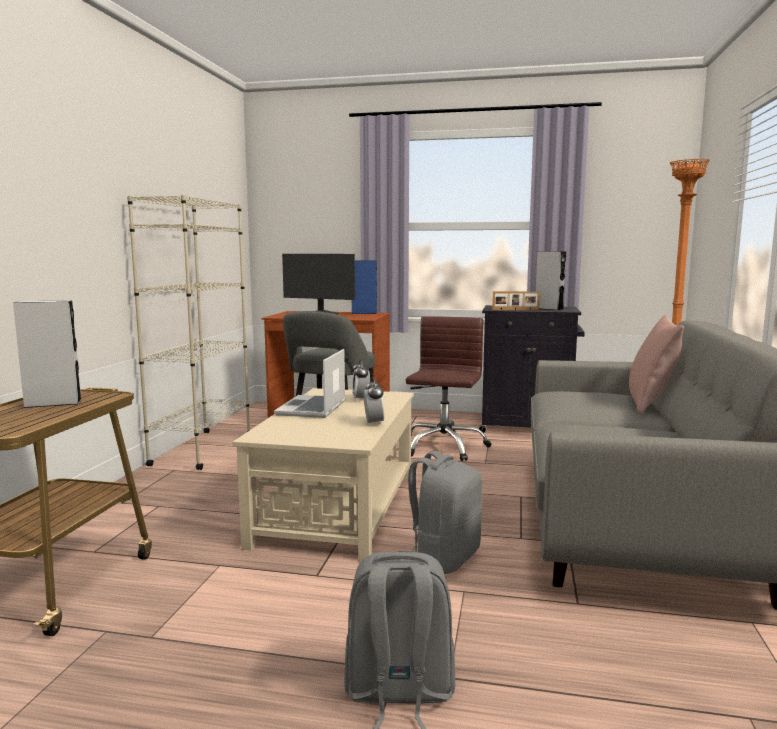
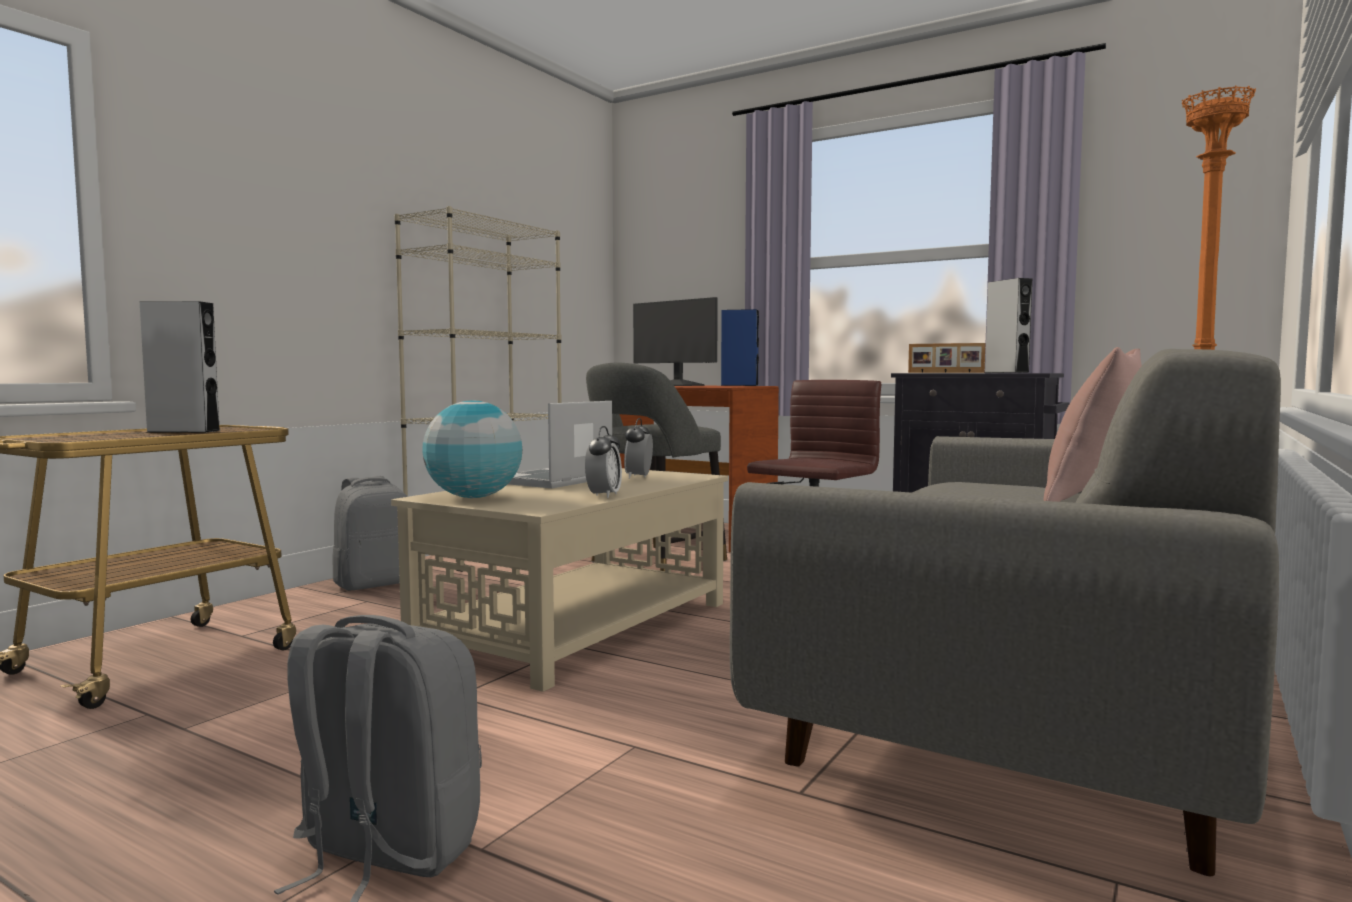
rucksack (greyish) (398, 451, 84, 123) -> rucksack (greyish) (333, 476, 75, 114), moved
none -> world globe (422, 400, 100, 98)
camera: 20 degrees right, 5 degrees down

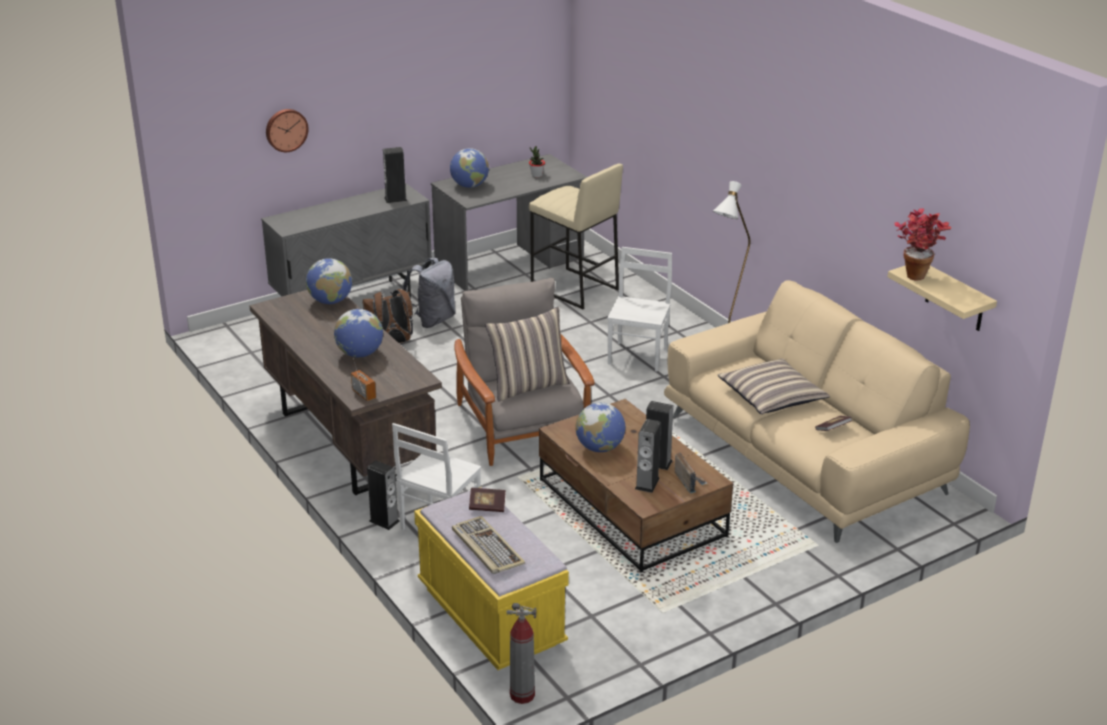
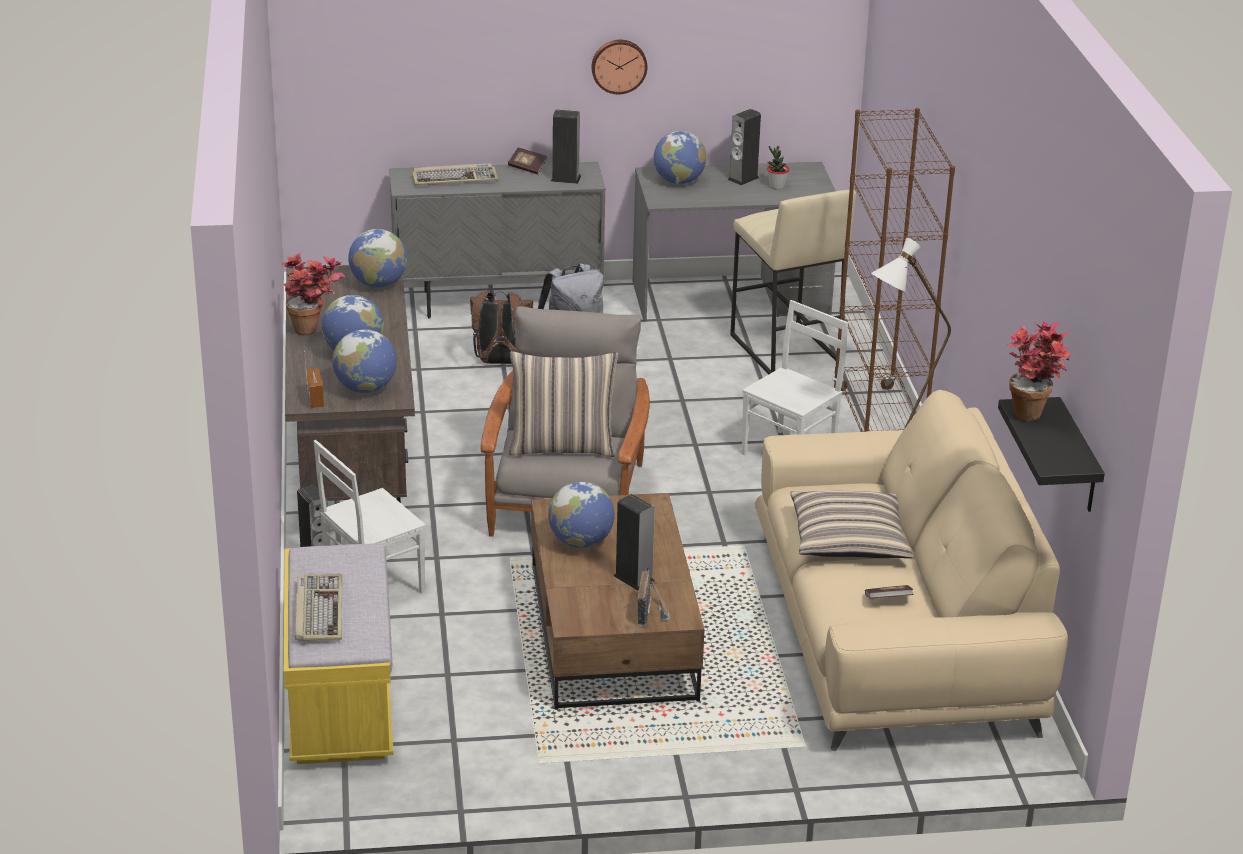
none -> plant in a pot (280, 253, 65, 82)
none -> world globe (332, 329, 65, 64)
none -> keyboard (412, 163, 87, 23)
book (469, 488, 37, 24) -> book (508, 147, 39, 27), moved
hanging clock (266, 109, 42, 43) -> hanging clock (591, 40, 56, 54), moved
loudspeaker (635, 419, 26, 74) -> loudspeaker (728, 109, 33, 76), moved
none -> bookcase (brownish) (832, 108, 123, 324)
shelf (sand-coloured) (887, 266, 110, 65) -> shelf (black) (998, 397, 107, 115)
extinguisher (507, 603, 29, 101) -> none
camera: 25 degrees right, 0 degrees up

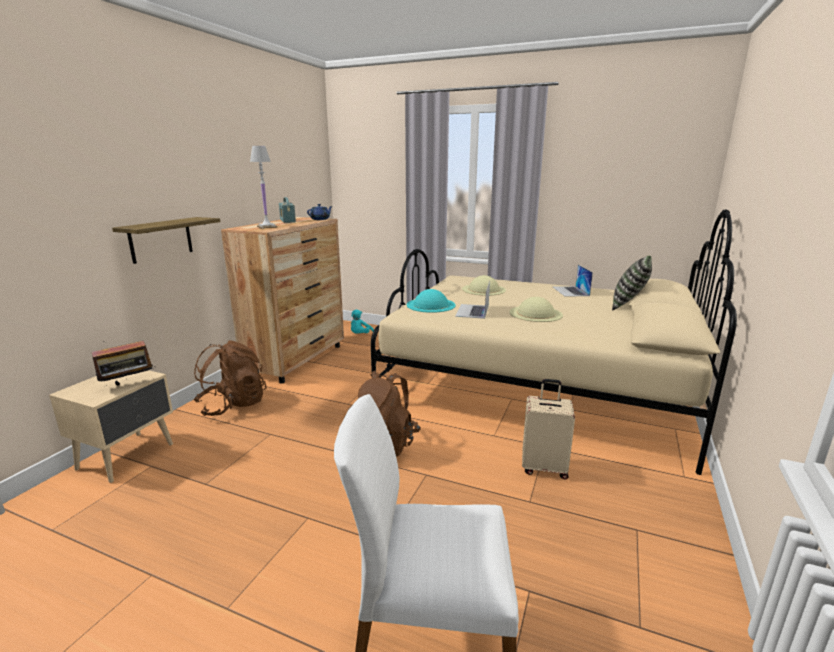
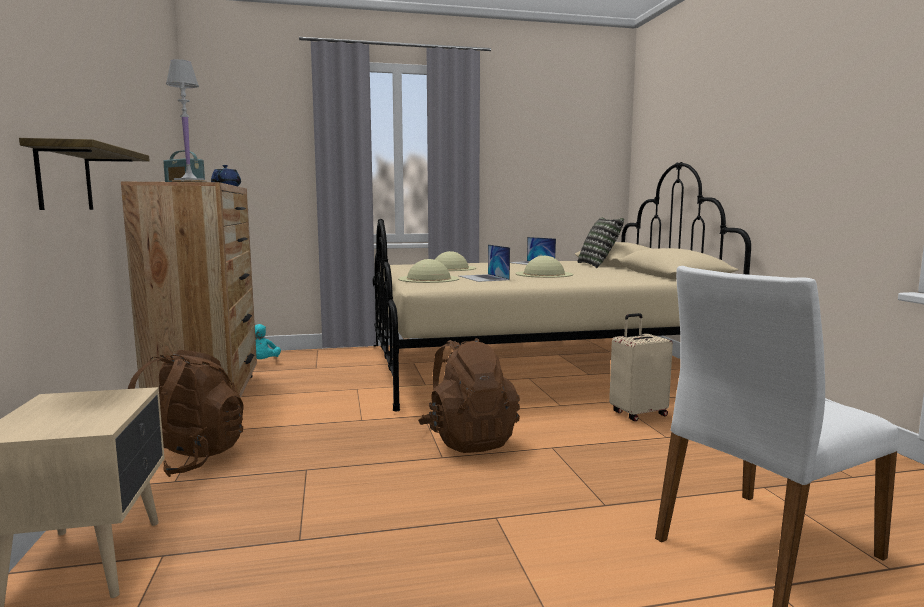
wearable hat (turquoise) (407, 289, 49, 24) -> wearable hat (sand-coloured) (398, 259, 61, 24)
radio set (92, 341, 63, 46) -> none
camera: 35 degrees left, 10 degrees down

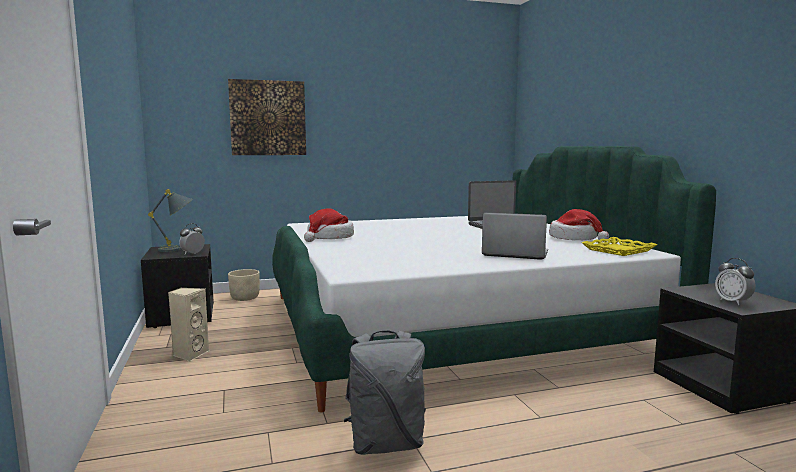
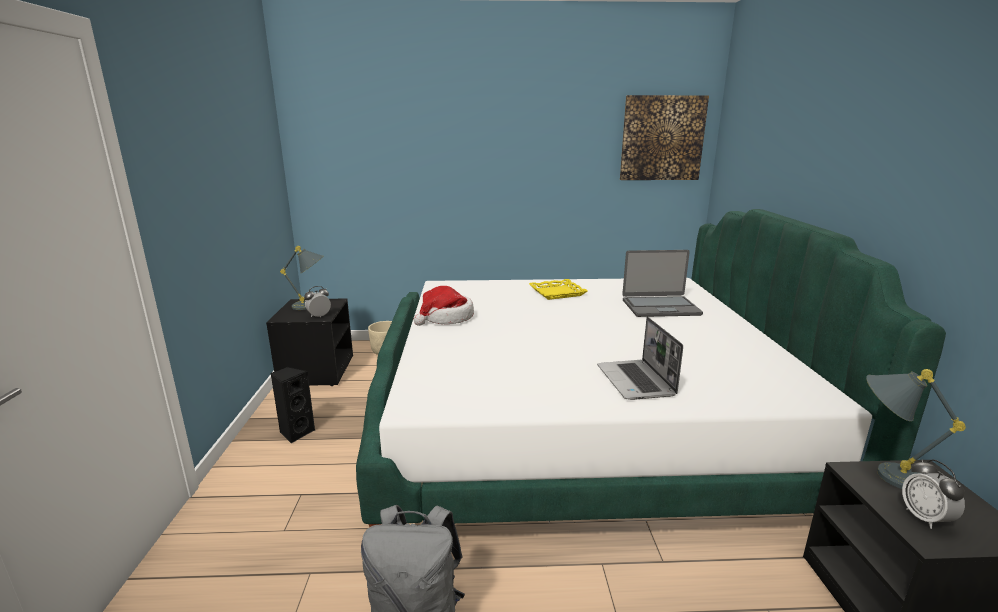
loudspeaker (sand-coloured) (168, 287, 41, 75) -> loudspeaker (black) (270, 366, 45, 77)
tray (yellow) (582, 237, 76, 19) -> tray (yellow) (529, 279, 59, 21), moved
laptop (482, 212, 66, 48) -> laptop (597, 317, 86, 83), 135 degrees counterclockwise
wall art (228, 79, 78, 76) -> wall art (620, 95, 89, 85), moved
none -> table lamp (greyish) (866, 369, 100, 120)
wearable hat (549, 209, 60, 33) -> none
camera: 15 degrees right, 10 degrees up

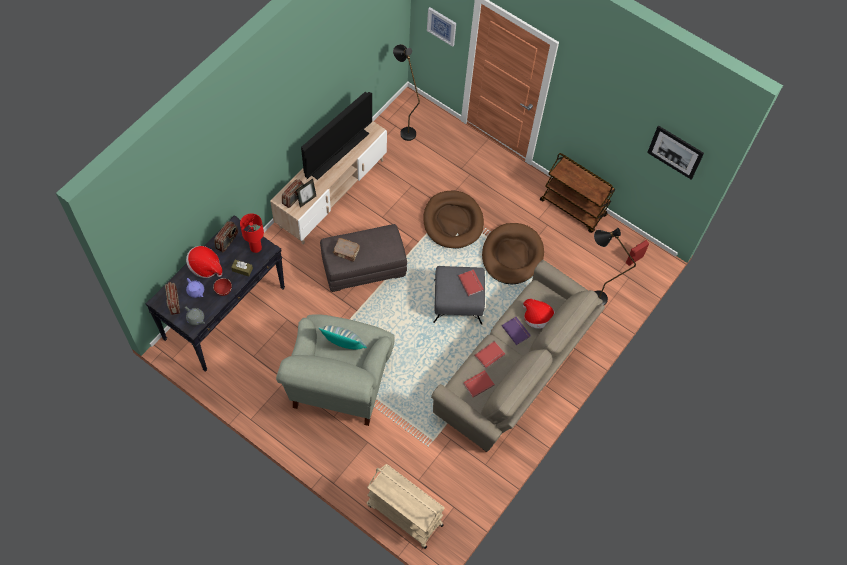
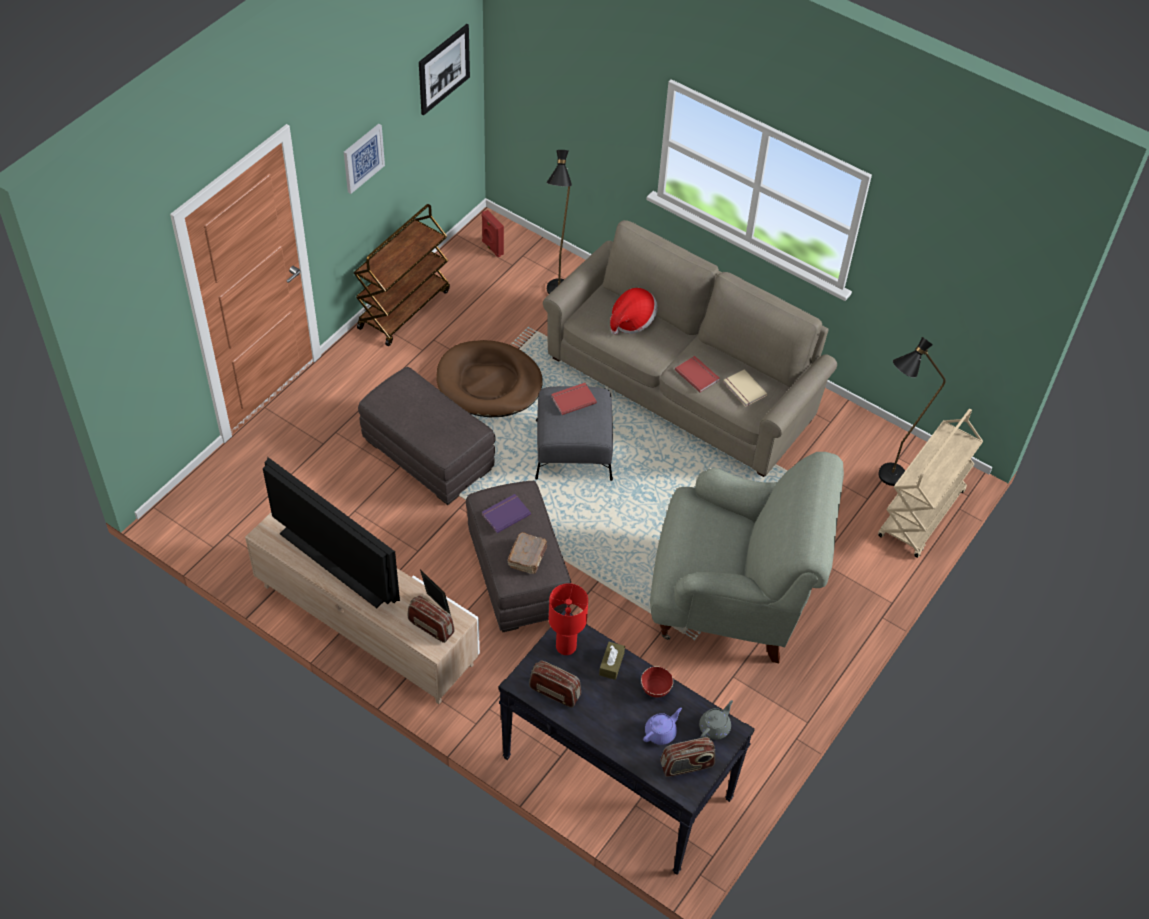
wall art (427, 7, 29, 40) -> wall art (344, 124, 41, 70), moved
dog bed (brownish) (423, 191, 61, 58) -> pouffe (greyish) (358, 367, 137, 138)
book (purple) (502, 317, 29, 28) -> book (purple) (482, 494, 49, 39), moved
book (red) (463, 370, 32, 27) -> book (sand-coloured) (723, 369, 44, 38)
floor lamp (black) (393, 44, 27, 97) -> floor lamp (black) (878, 337, 68, 149), moved
wearable hat (186, 246, 36, 32) -> none
pillow (319, 326, 48, 24) -> none
camera: 90 degrees left, 10 degrees down

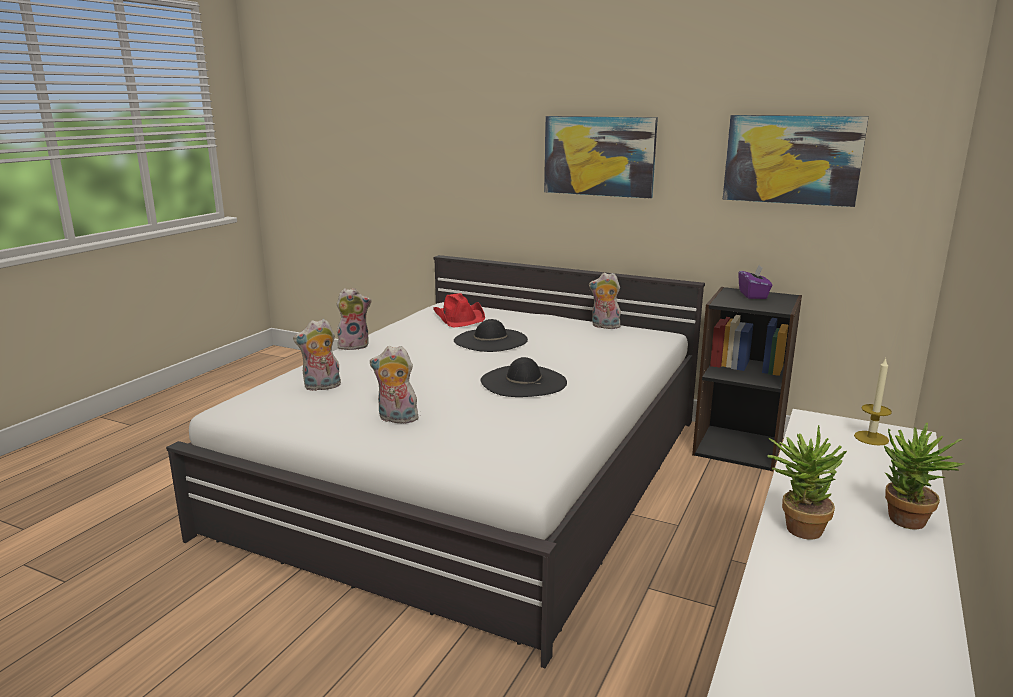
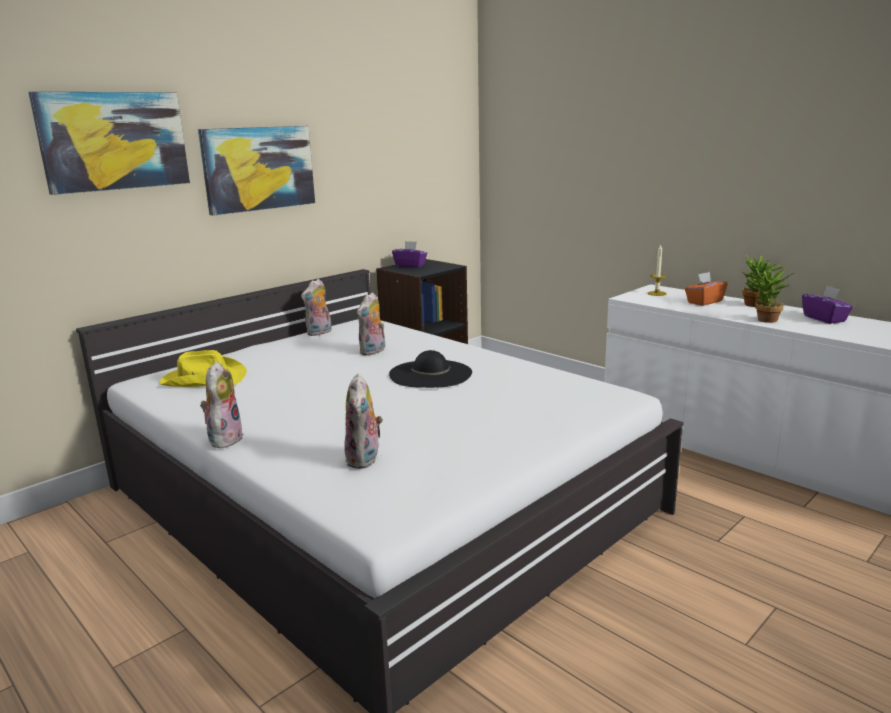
wall art (723, 115, 146, 92) -> wall art (28, 92, 162, 103), moved
wearable hat (red) (433, 293, 52, 35) -> wearable hat (yellow) (160, 350, 87, 37)
soft toy (370, 346, 49, 78) -> soft toy (357, 292, 28, 63), moved
none -> tissue holder (orange) (685, 272, 43, 34)
none -> tissue holder (purple) (802, 286, 51, 38)
wearable hat (black) (454, 319, 74, 33) -> none
camera: 70 degrees left, 0 degrees up

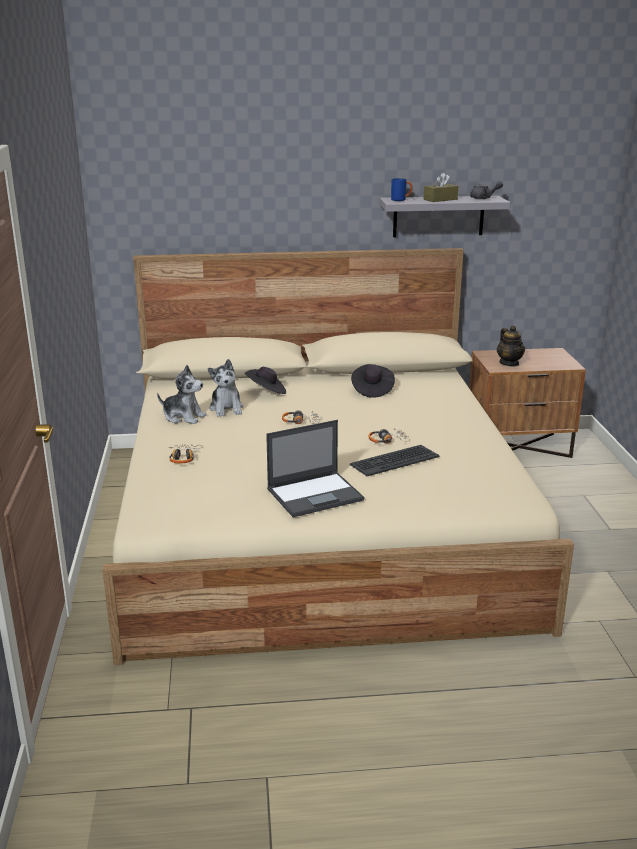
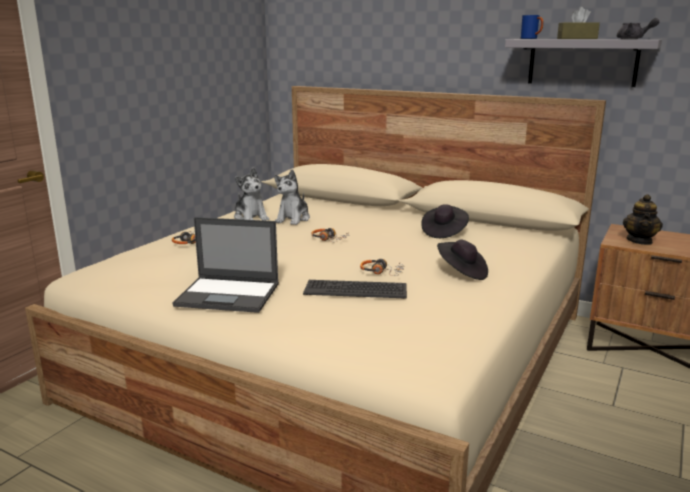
wearable hat (black) (244, 367, 42, 27) -> wearable hat (black) (437, 240, 51, 40), moved
camera: 35 degrees right, 5 degrees down

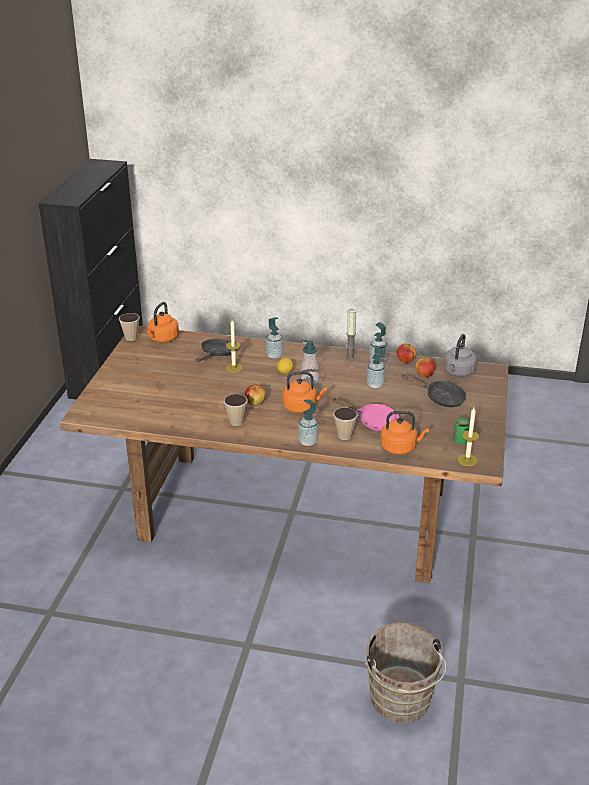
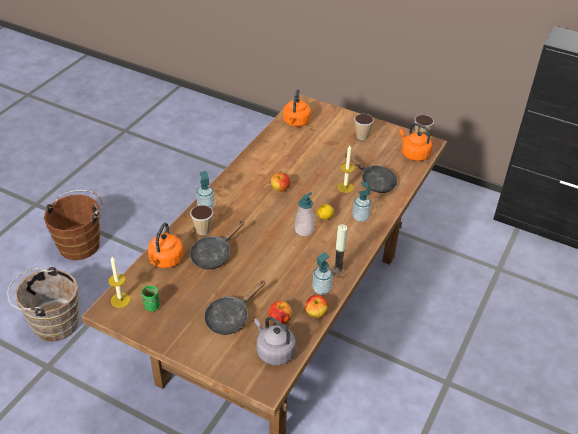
none -> pail (brownish) (44, 190, 58, 70)
pan (pink-coloured) (332, 398, 68, 33) -> pan (black) (190, 220, 54, 49)
kettle (orange) (283, 371, 44, 42) -> kettle (orange) (283, 89, 28, 38), moved
small cup (224, 394, 24, 32) -> small cup (354, 114, 20, 26), moved
liquid soap bottle (367, 345, 18, 43) -> none
camera: 105 degrees right, 10 degrees up

